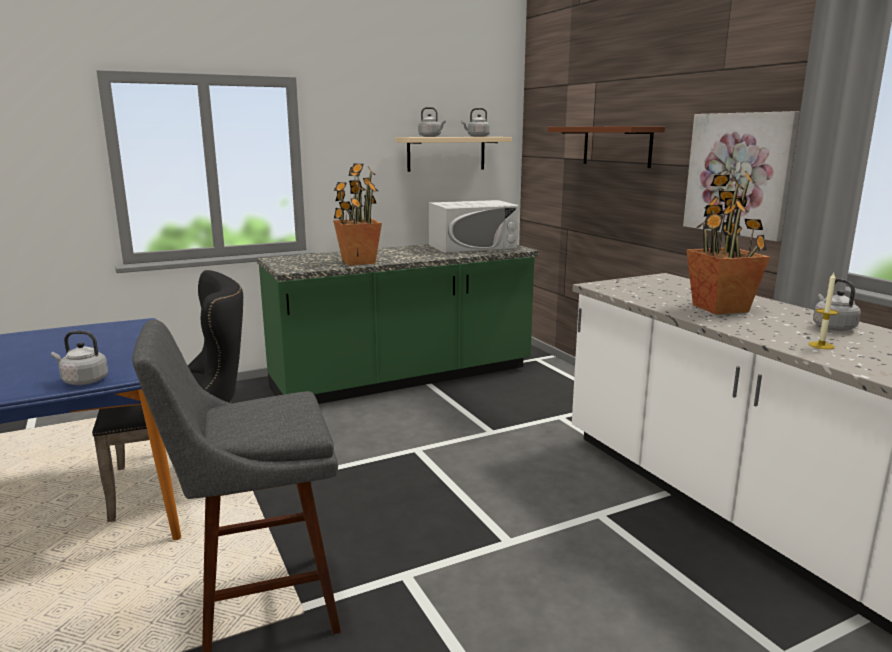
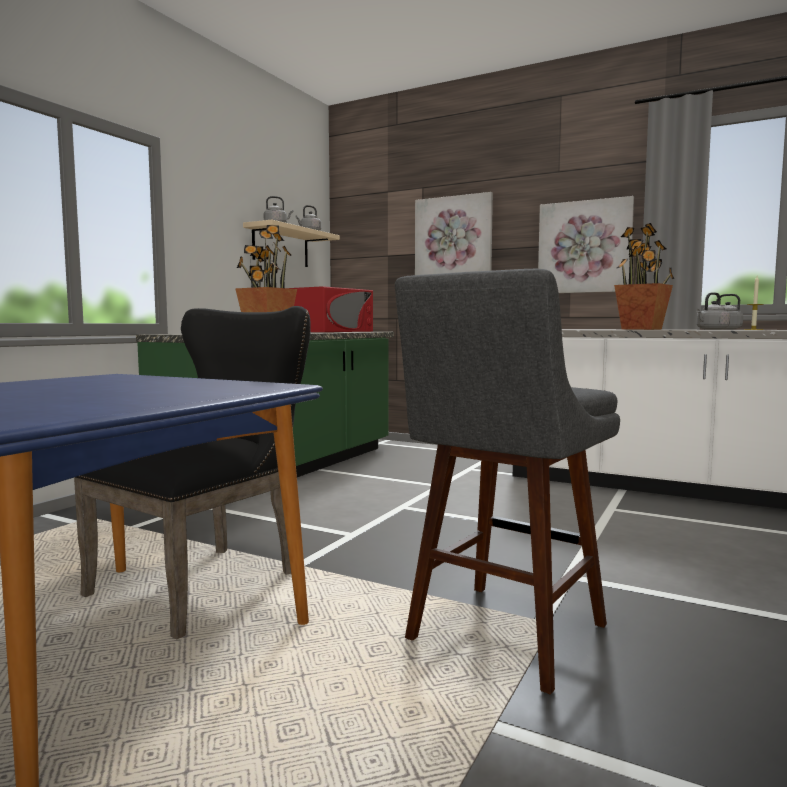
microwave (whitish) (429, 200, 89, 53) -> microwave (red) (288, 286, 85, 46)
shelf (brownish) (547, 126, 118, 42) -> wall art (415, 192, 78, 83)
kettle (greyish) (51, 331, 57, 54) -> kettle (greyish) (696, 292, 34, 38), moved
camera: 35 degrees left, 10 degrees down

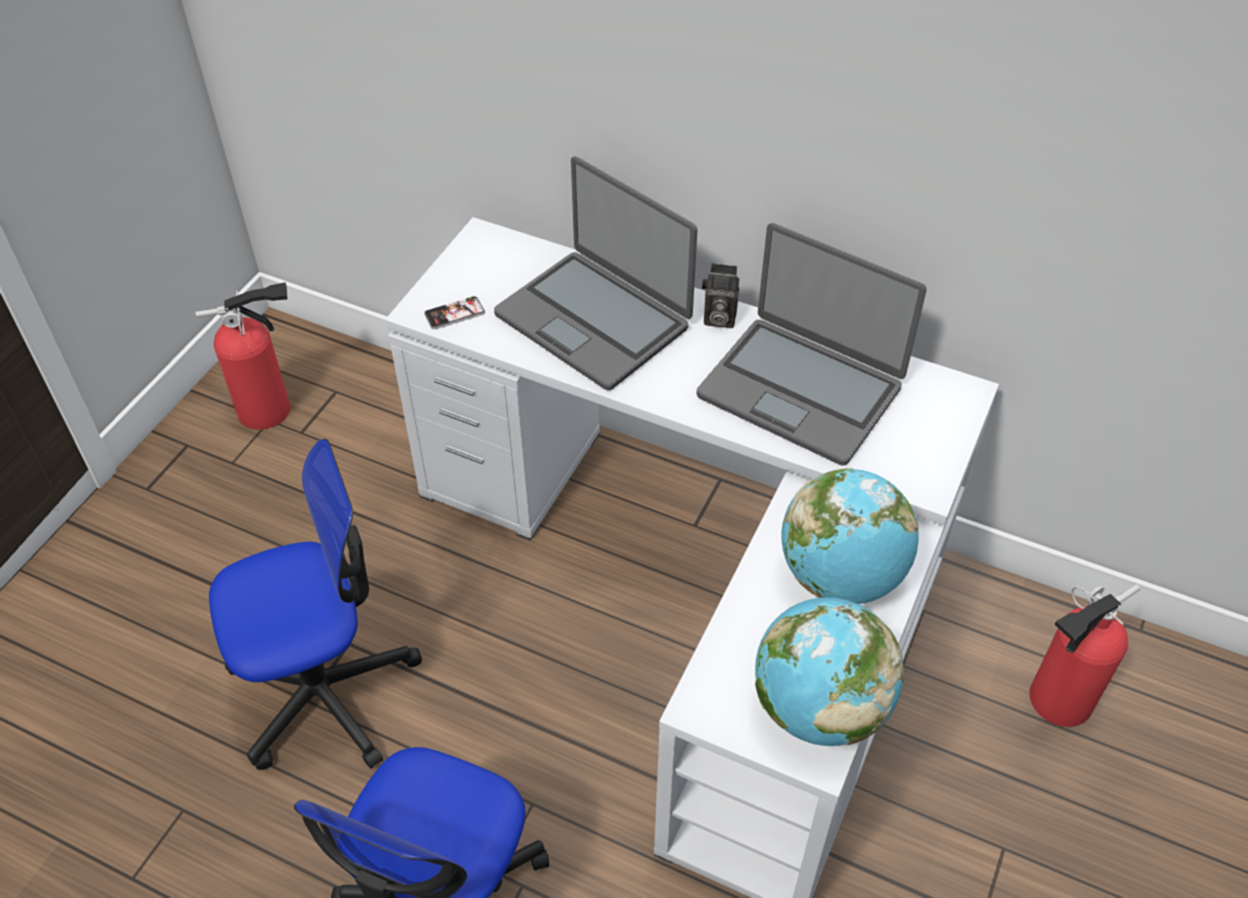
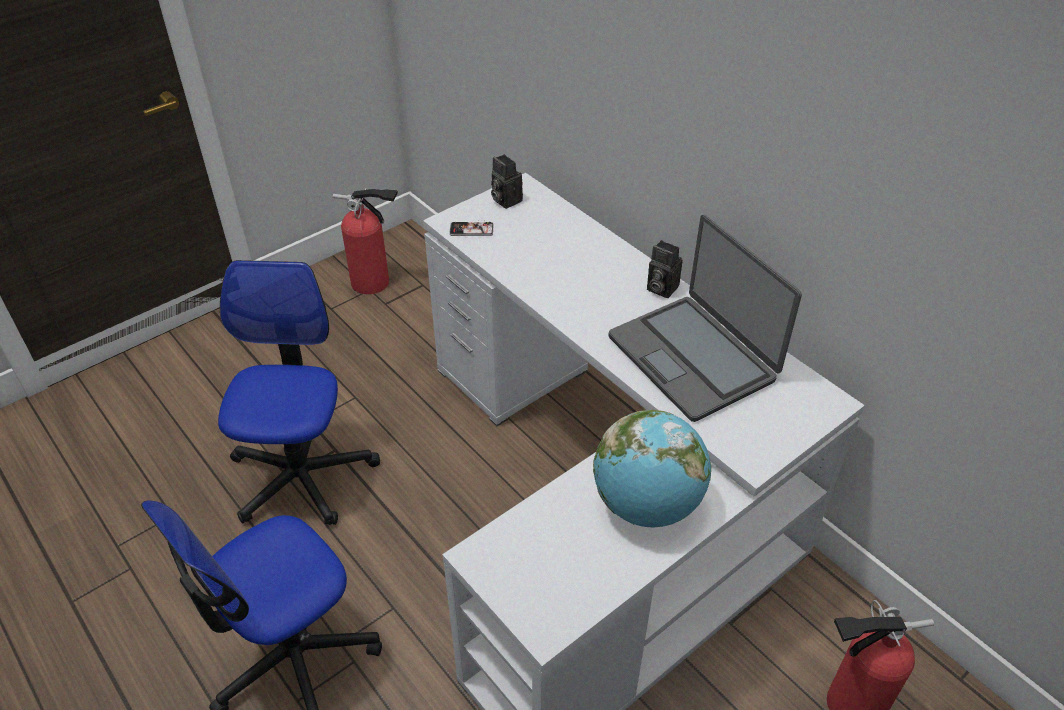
desk chair (209, 439, 213, 331) -> desk chair (218, 260, 162, 265), 90 degrees counterclockwise
none -> still camera (491, 154, 32, 55)
laptop (494, 156, 203, 234) -> none
world globe (755, 597, 149, 149) -> none
camera: 25 degrees right, 5 degrees down

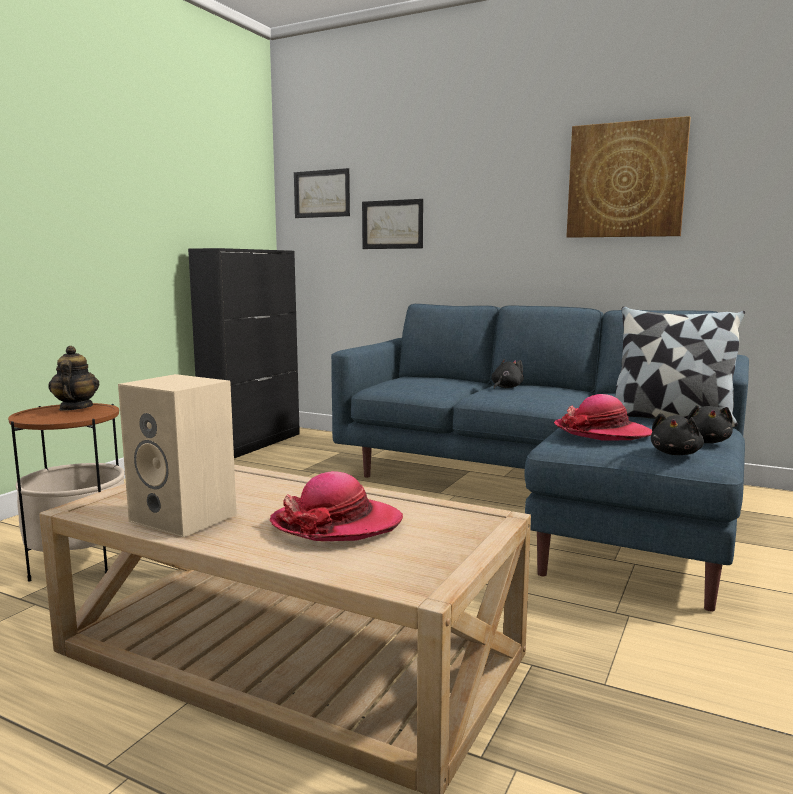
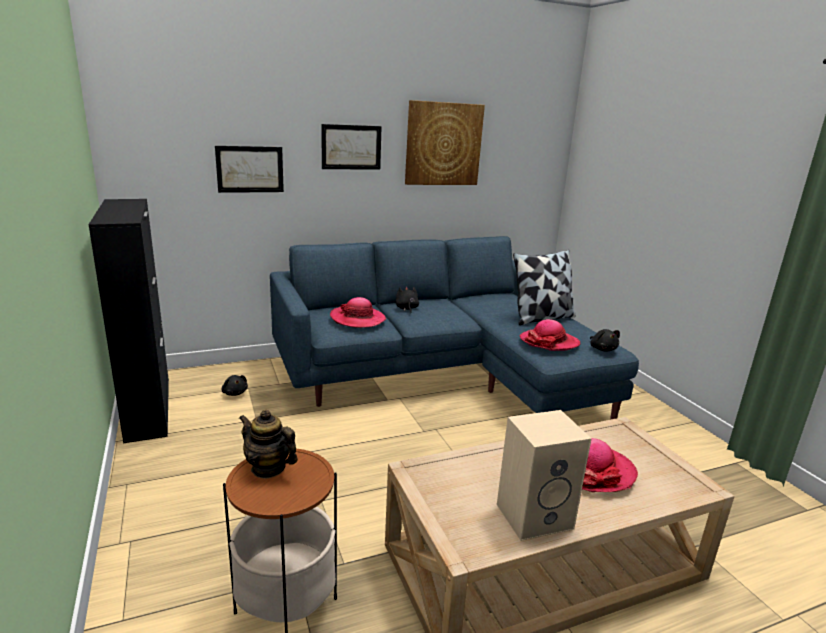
soft toy (black) (687, 405, 46, 38) -> soft toy (black) (221, 375, 27, 21), moved
wall art (294, 168, 56, 50) -> wall art (321, 124, 61, 46), moved
none -> wearable hat (330, 297, 56, 31)
camera: 50 degrees left, 10 degrees up

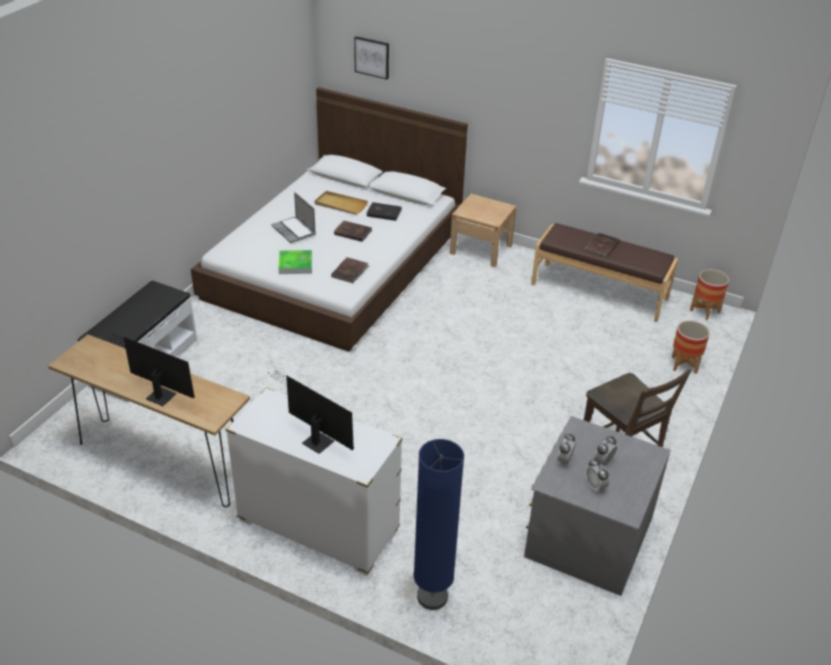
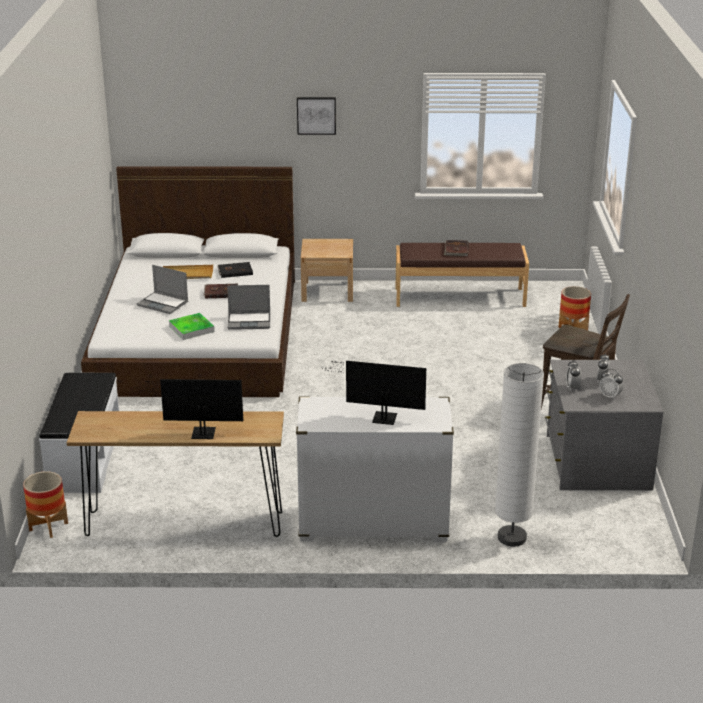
planter (690, 269, 39, 52) -> planter (23, 471, 45, 67), moved
book (brownish) (331, 257, 39, 26) -> laptop (227, 285, 43, 45)
wall art (354, 36, 35, 43) -> wall art (297, 97, 39, 38), moved
floor lamp (bluish) (414, 439, 50, 171) -> floor lamp (whitish) (495, 363, 49, 184)
camera: 25 degrees left, 10 degrees down

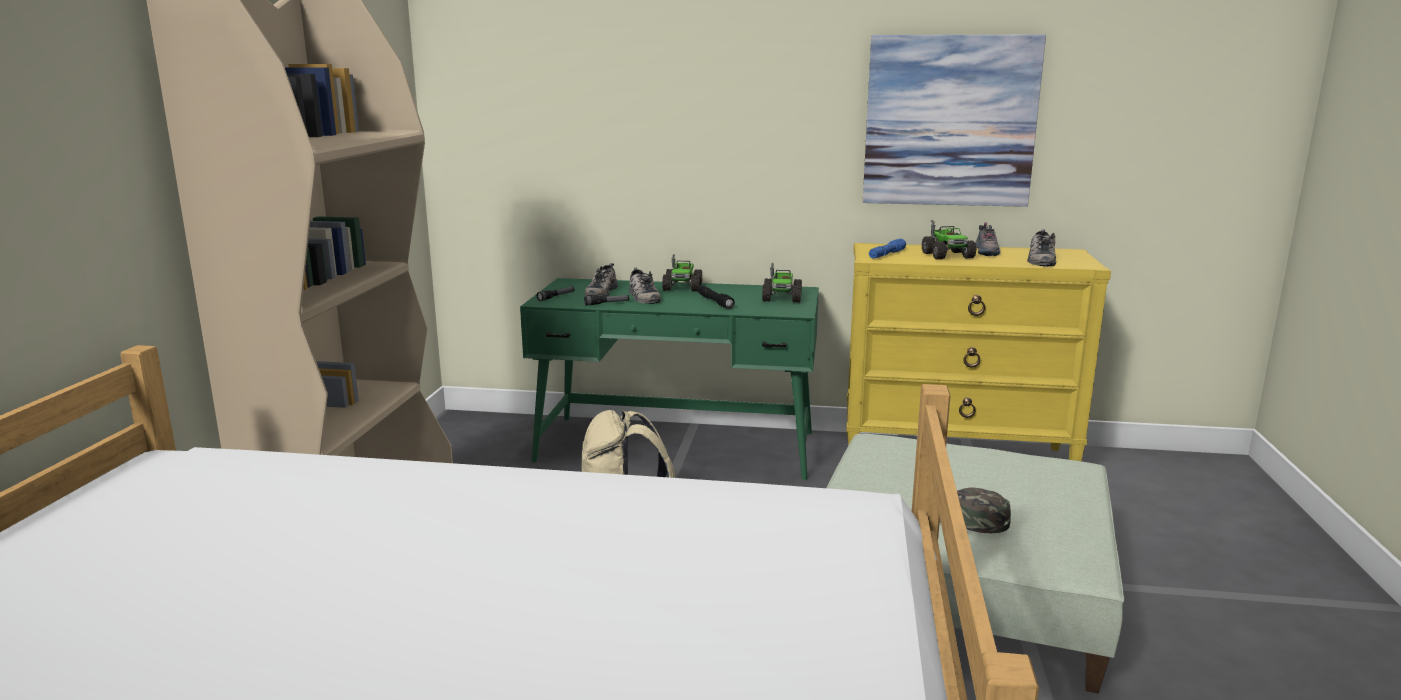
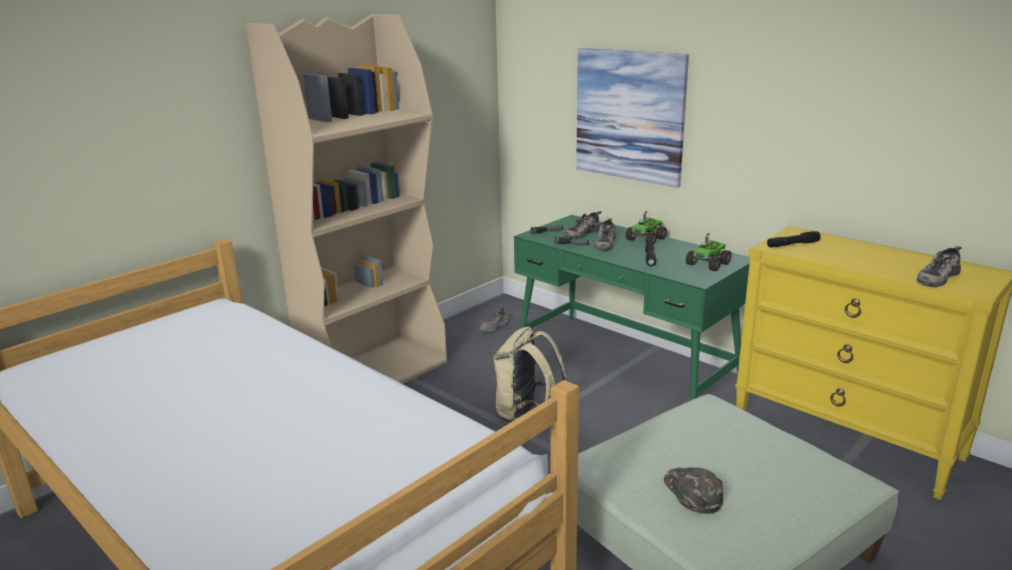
shoe (975, 223, 26, 33) -> shoe (479, 308, 30, 25), moved
wall art (863, 35, 183, 172) -> wall art (576, 48, 113, 140), moved
flashlight (bluish) (869, 239, 37, 20) -> flashlight (black) (767, 231, 54, 16)
toy truck (922, 220, 55, 40) -> none
camera: 35 degrees right, 5 degrees up

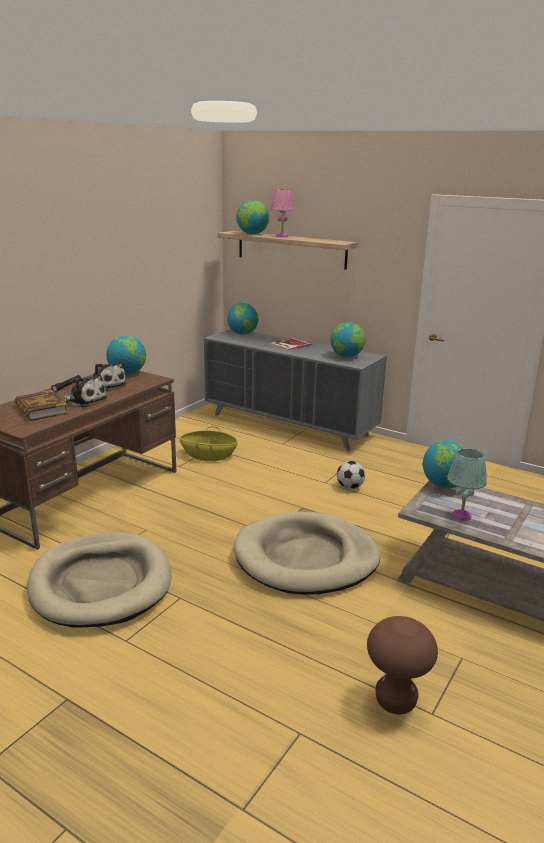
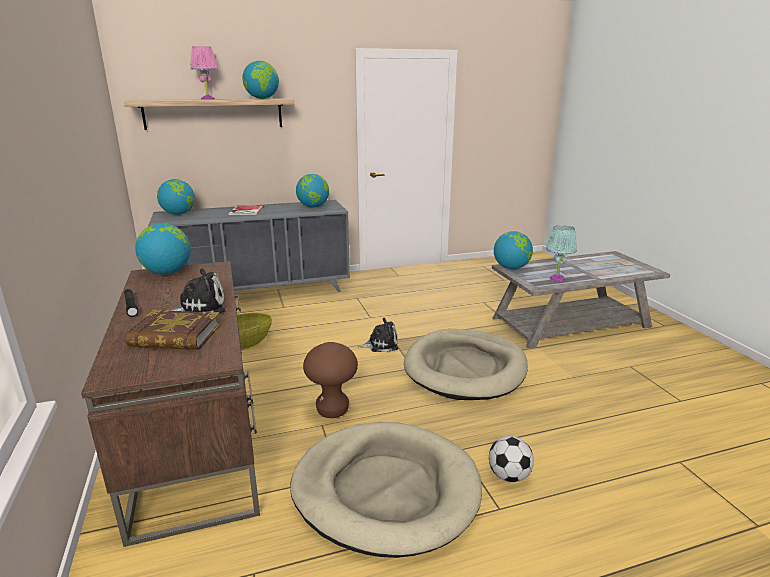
world globe (236, 200, 33, 34) -> world globe (242, 61, 37, 38), moved
sitting stool (brownish) (367, 616, 71, 98) -> sitting stool (brownish) (303, 342, 55, 76), moved
soft toy (93, 361, 34, 30) -> soft toy (358, 318, 41, 34), moved
football ball (337, 461, 28, 28) -> football ball (489, 436, 45, 46), moved
camera: 50 degrees left, 0 degrees up

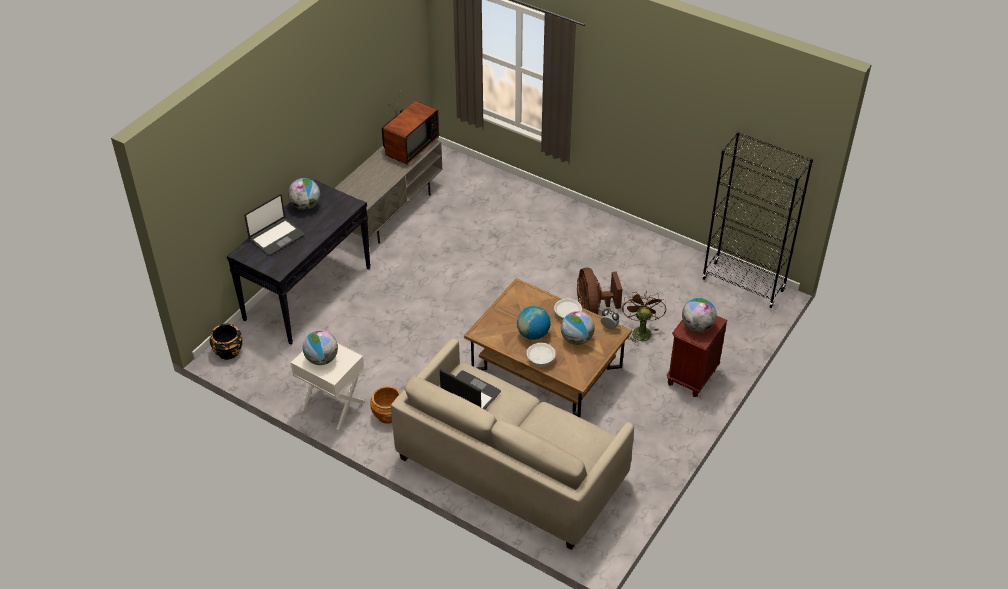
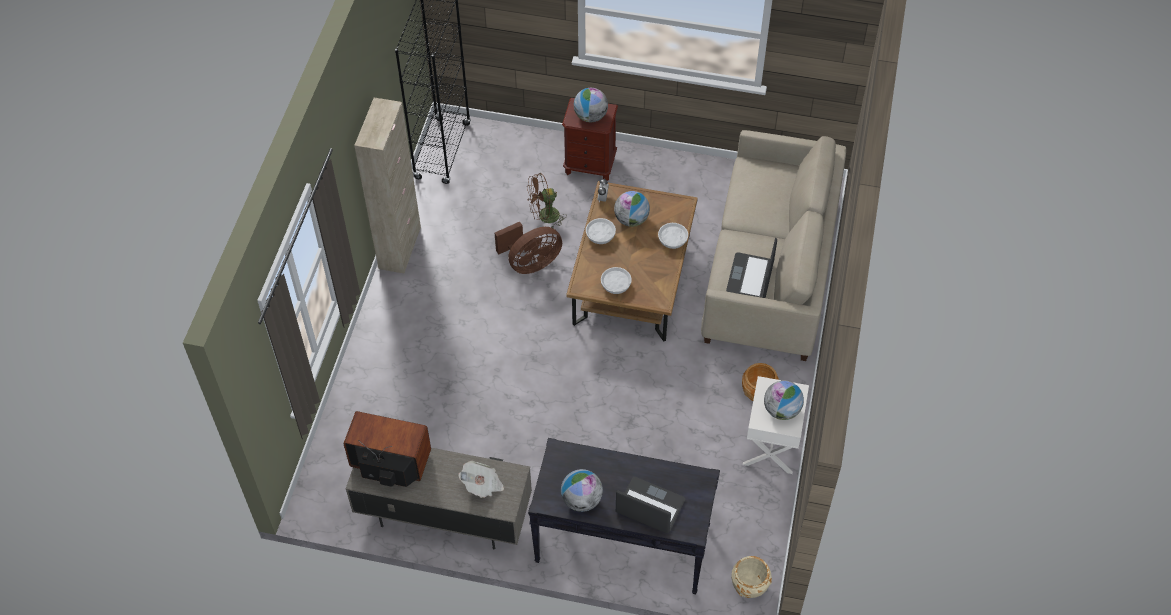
none -> cupboard (sand-coloured) (354, 98, 67, 176)
none -> newspaper (458, 461, 46, 37)
none -> serving bowl (whitish) (601, 267, 31, 27)
planter (black) (209, 324, 33, 36) -> planter (sand-coloured) (731, 556, 41, 42)
world globe (517, 306, 34, 34) -> none
camera: 110 degrees left, 10 degrees up

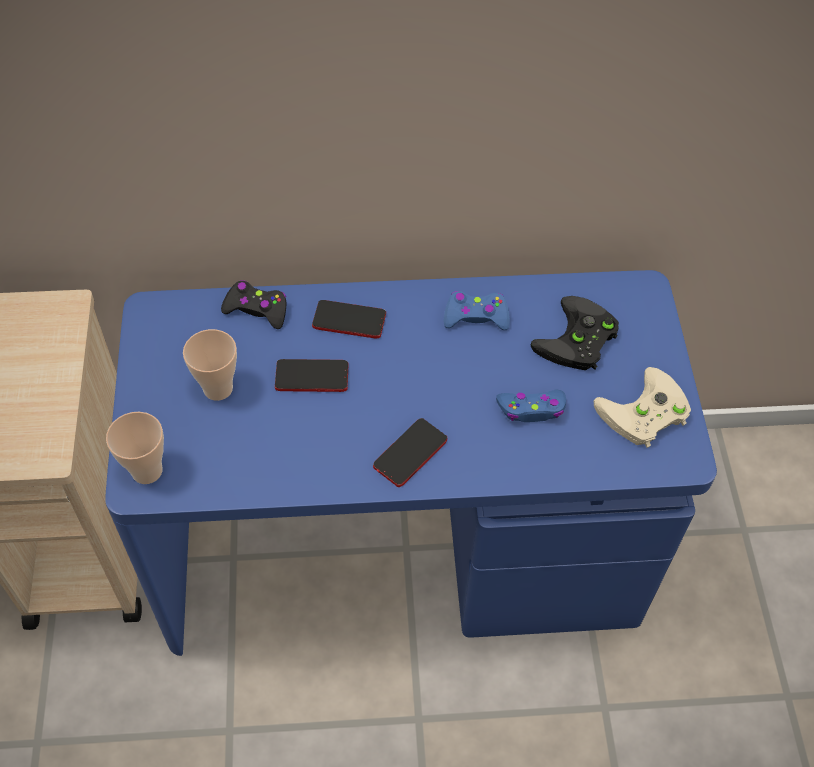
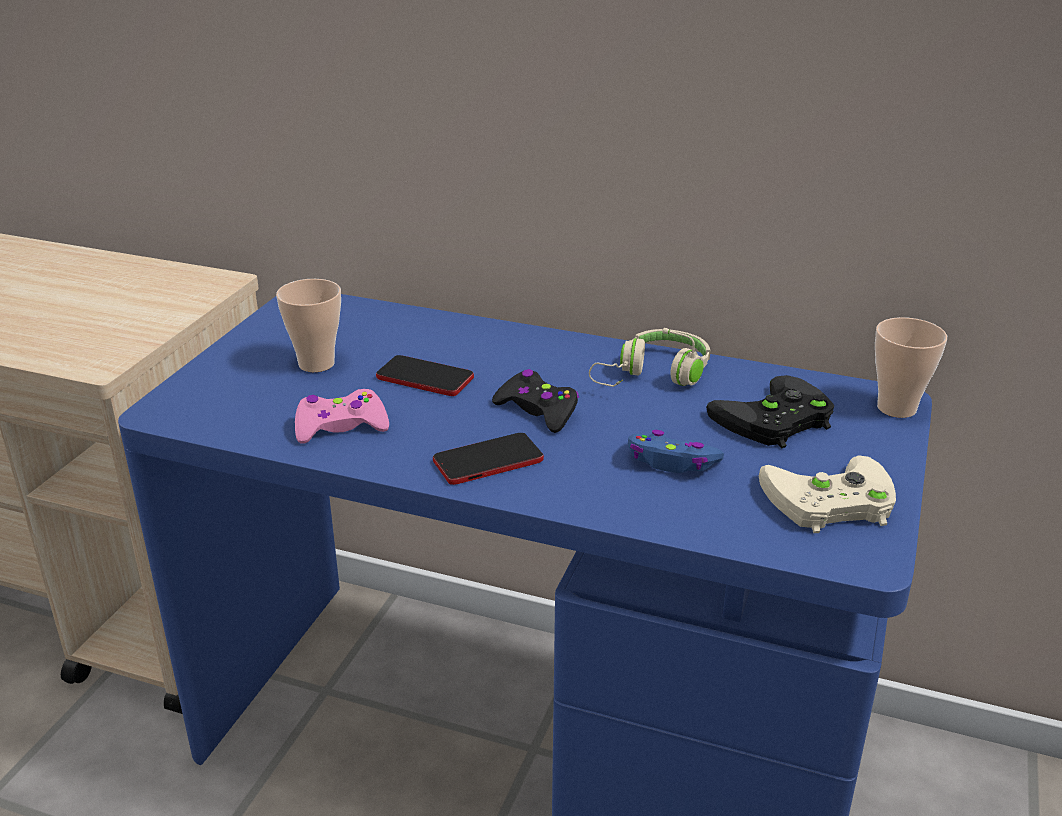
none -> game controller (pink-coloured) (295, 389, 94, 55)
game controller (black) (221, 280, 65, 49) -> game controller (black) (492, 369, 87, 64), moved
game controller (bluish) (444, 291, 66, 39) -> headphones (sand-coloured) (589, 328, 122, 59)
small cup (106, 412, 58, 72) -> small cup (875, 317, 72, 101), moved
telephone (312, 300, 74, 38) -> none
camera: 25 degrees right, 25 degrees down

